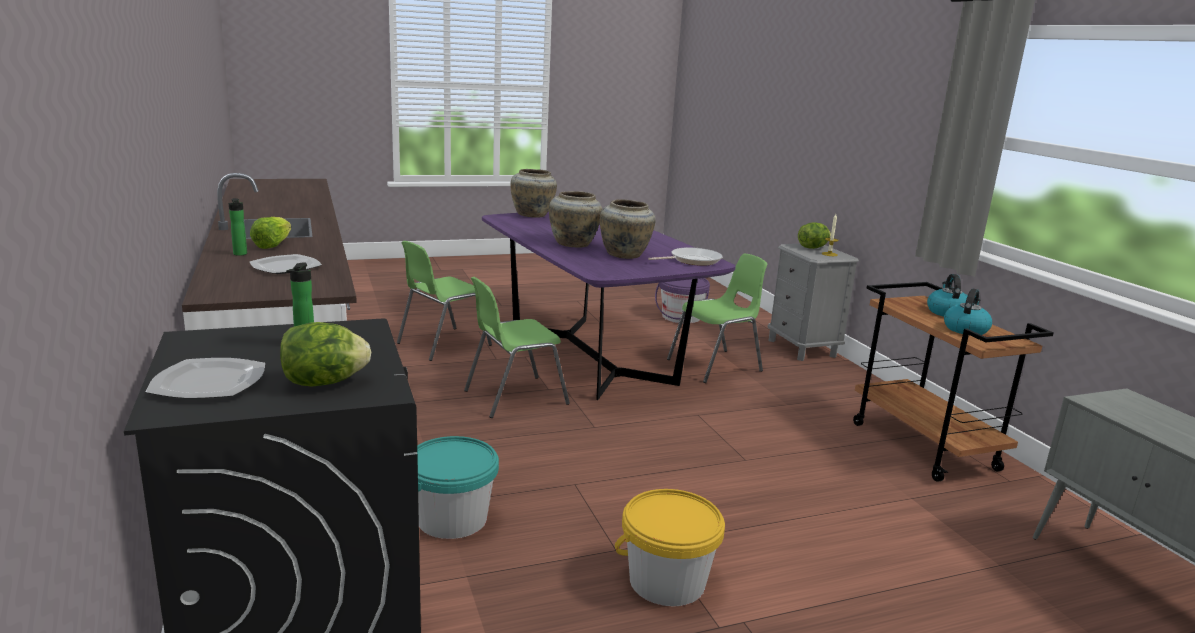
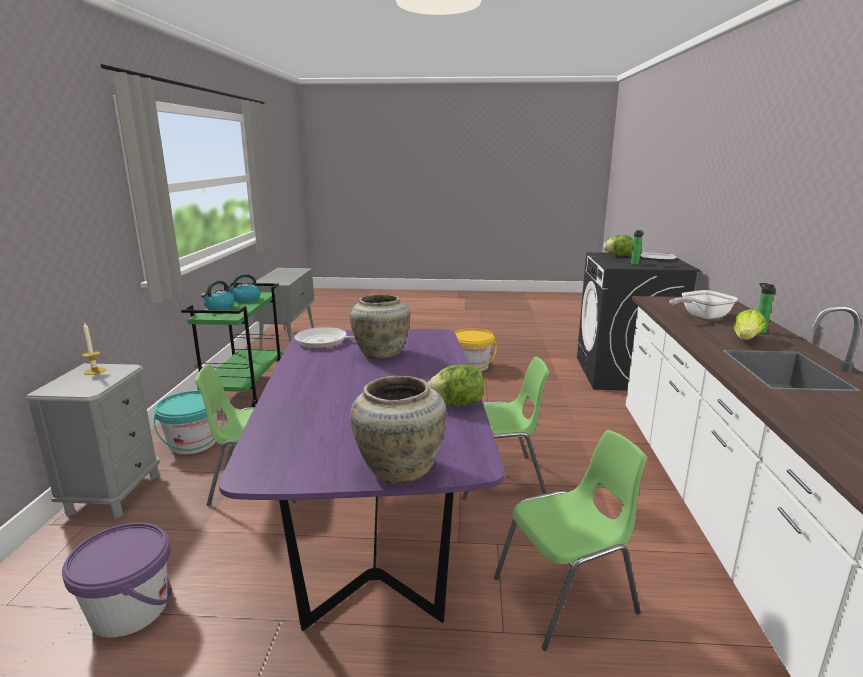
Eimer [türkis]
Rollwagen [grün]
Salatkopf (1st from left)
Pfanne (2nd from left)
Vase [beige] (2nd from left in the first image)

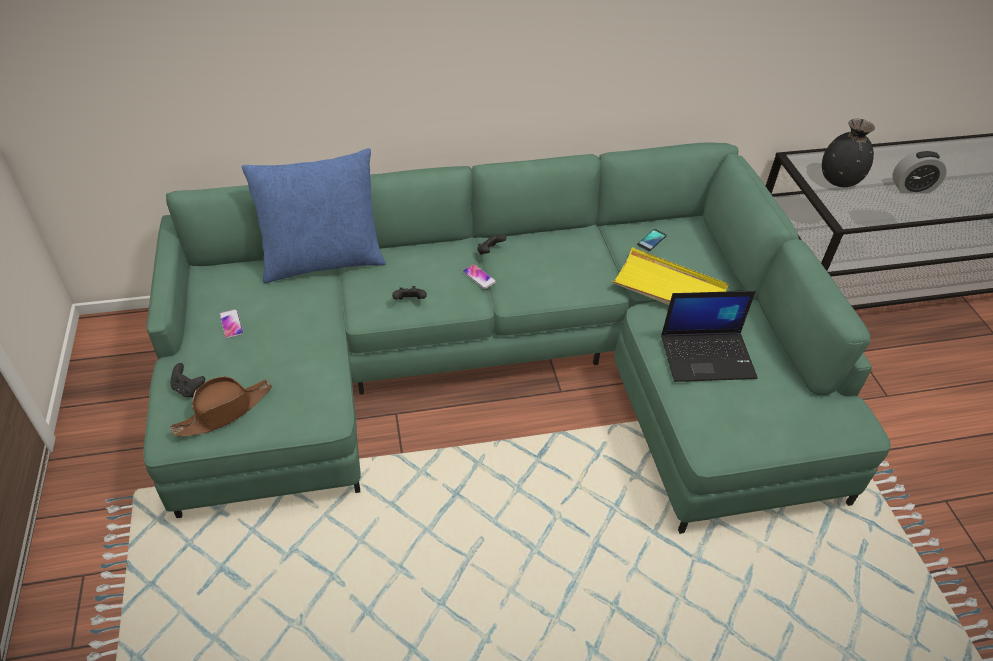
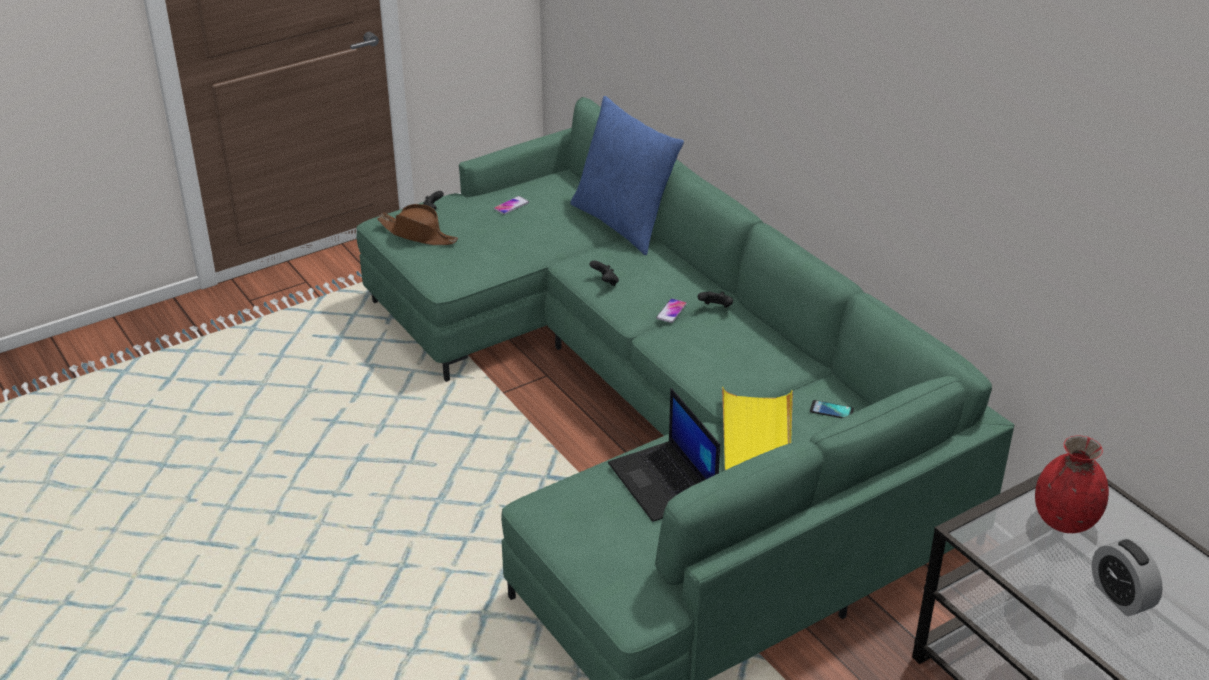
Vase [rot]

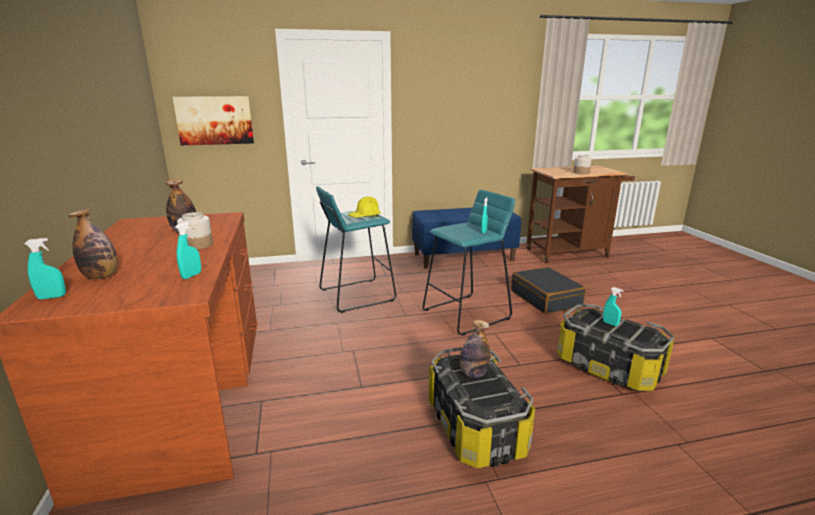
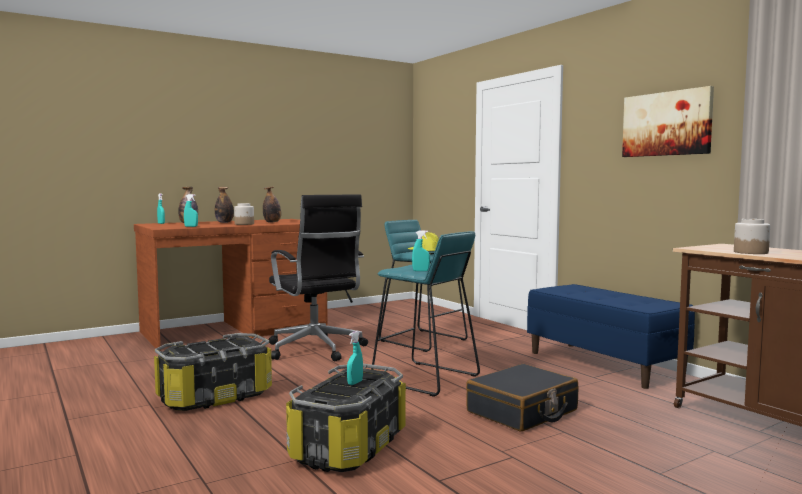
Flasche (2nd from left)
Bürostuhl [schwarz]
Bild

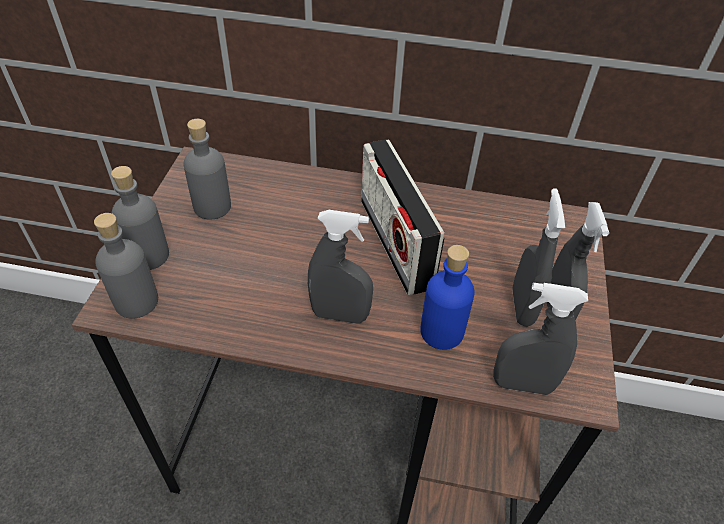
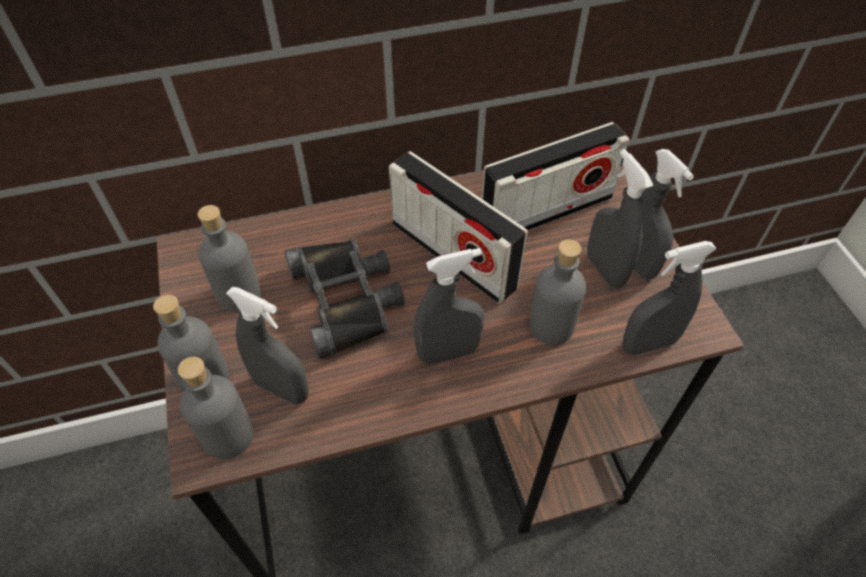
Sprühflasche [grau] (1st from left)
Fernglas [schwarz]
Radio (2nd from left)
Flasche [grau] (4th from left)

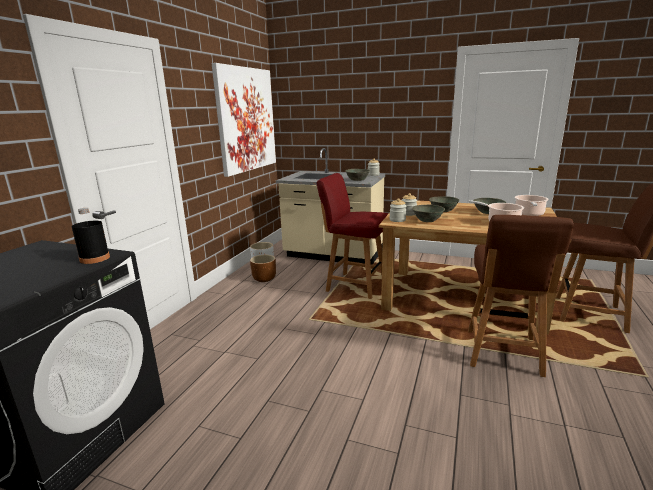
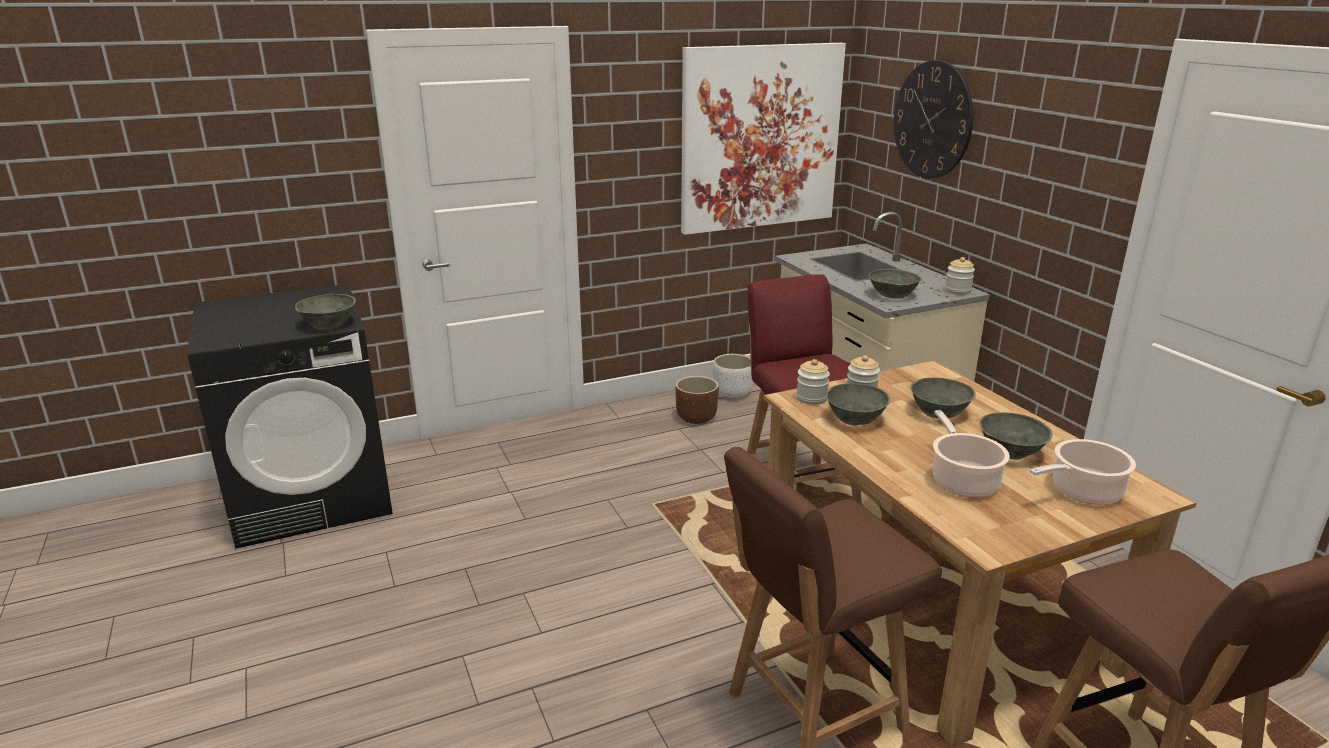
Schüssel [grau] (1st from left)
Wanduhr

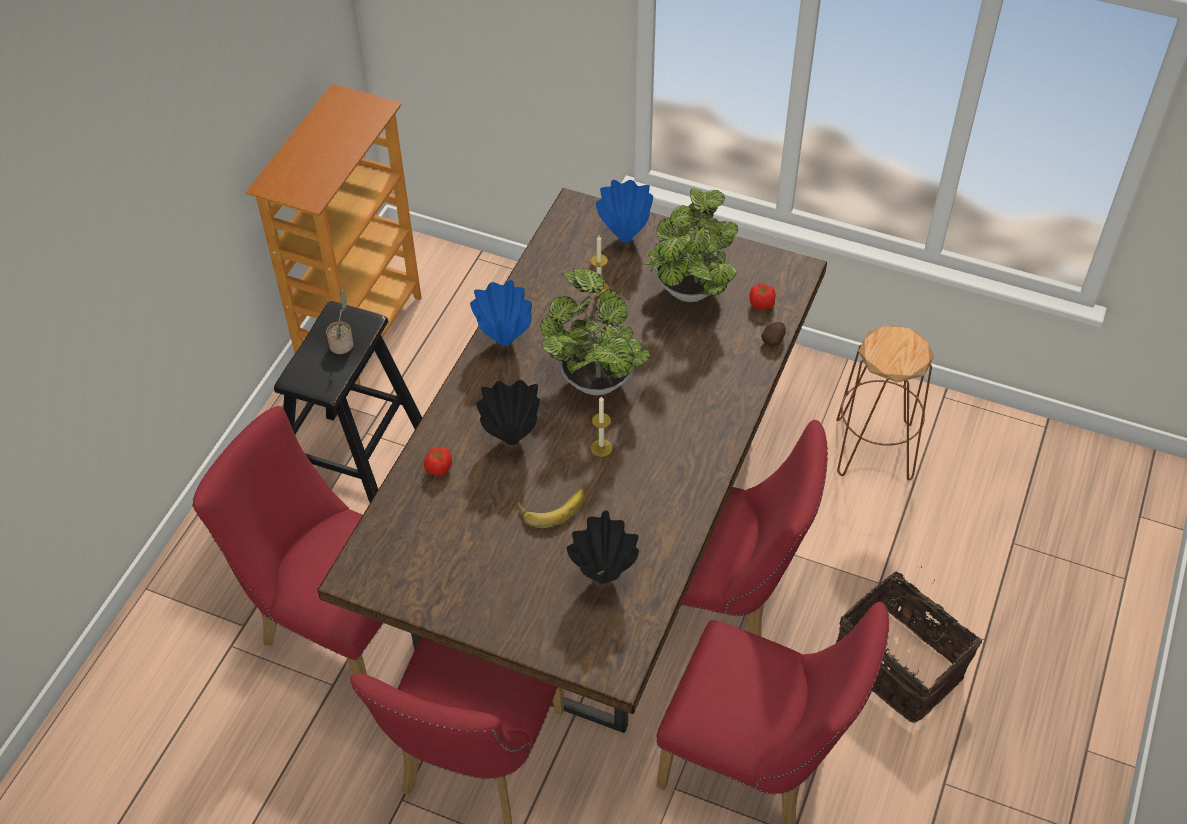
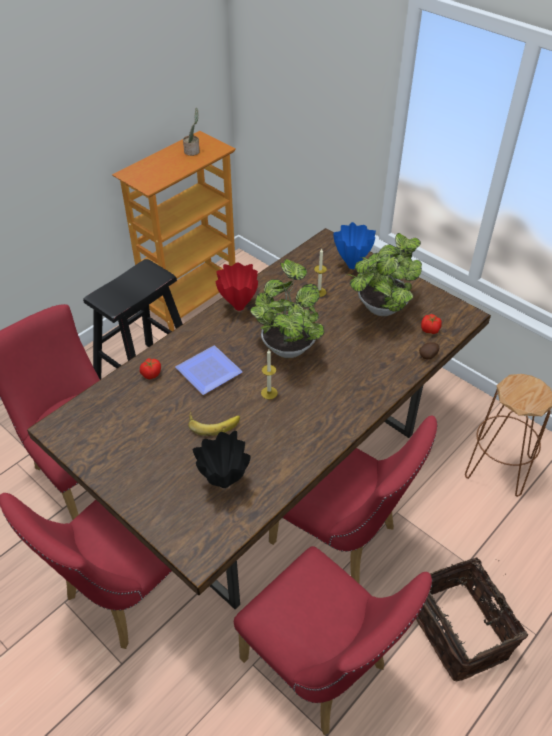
Teller
Topfpflanze (1st from left)
Vase [rot]

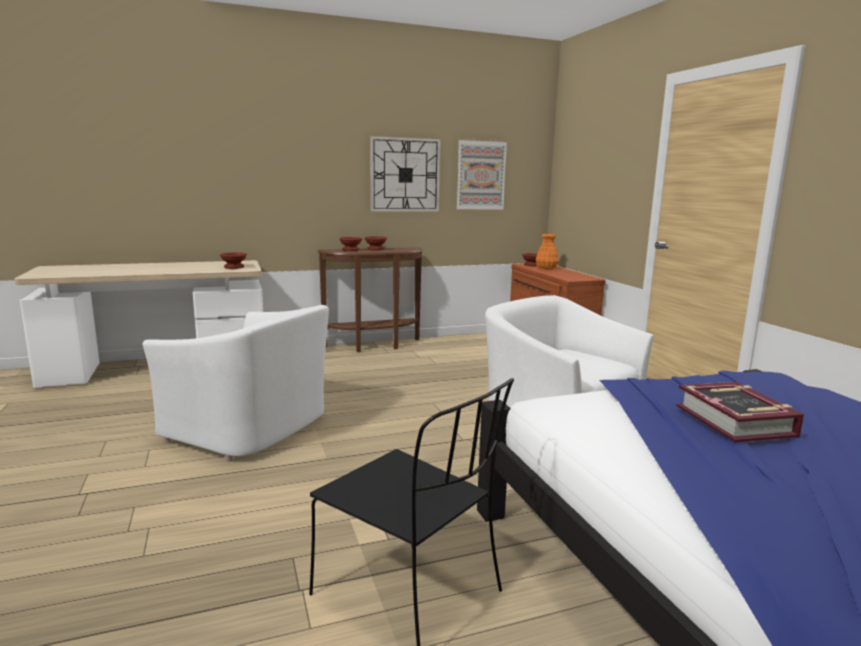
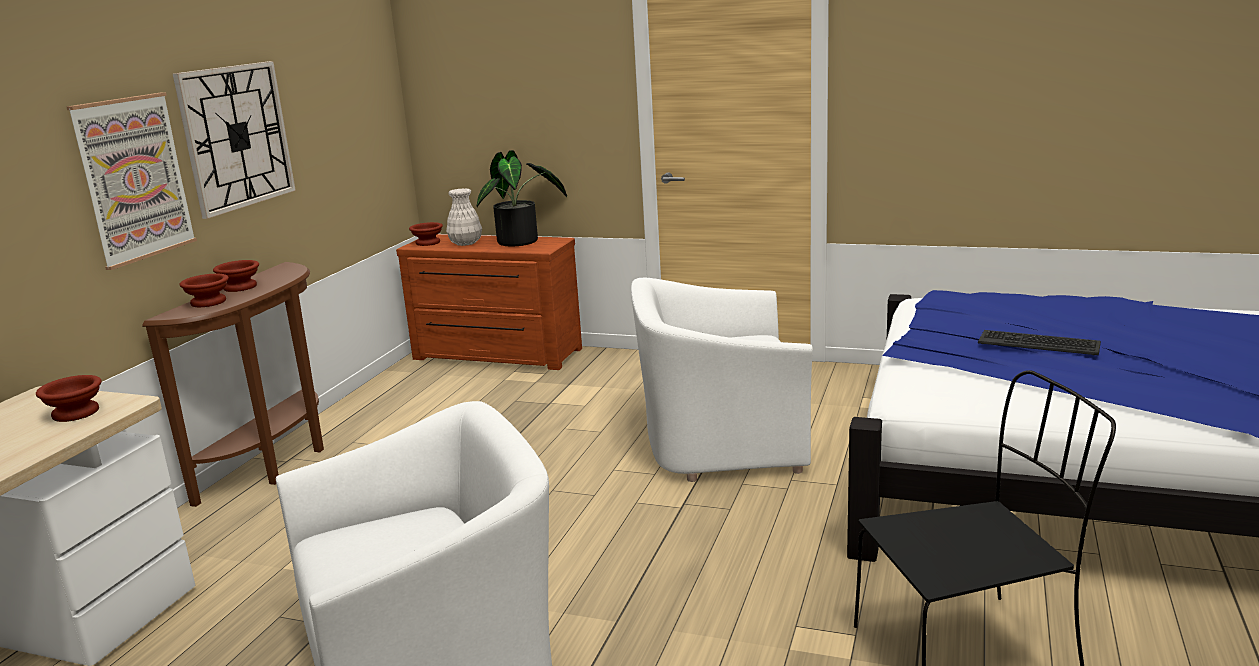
Bild
Vase [weiß]
Topfpflanze
Tastatur

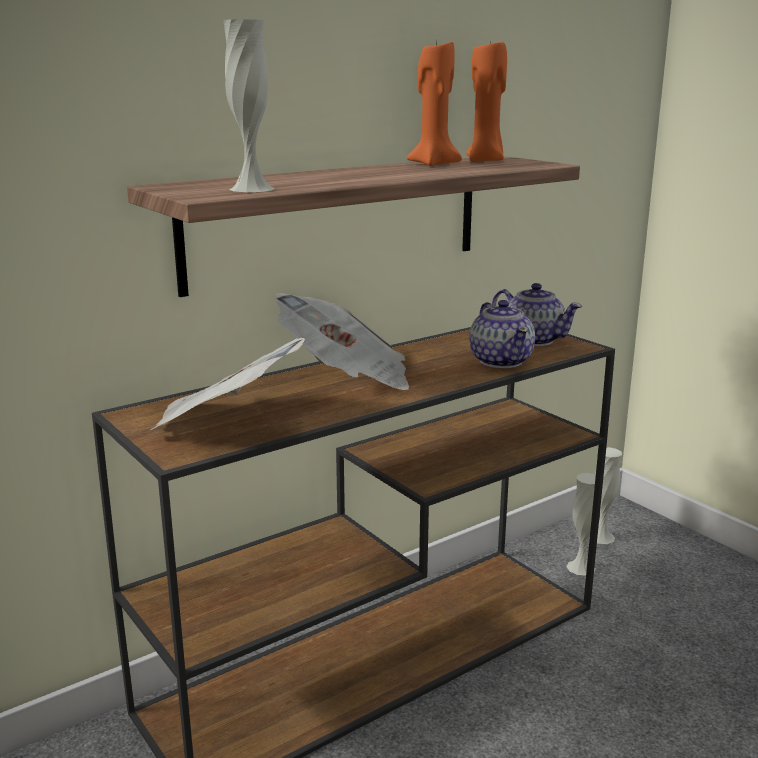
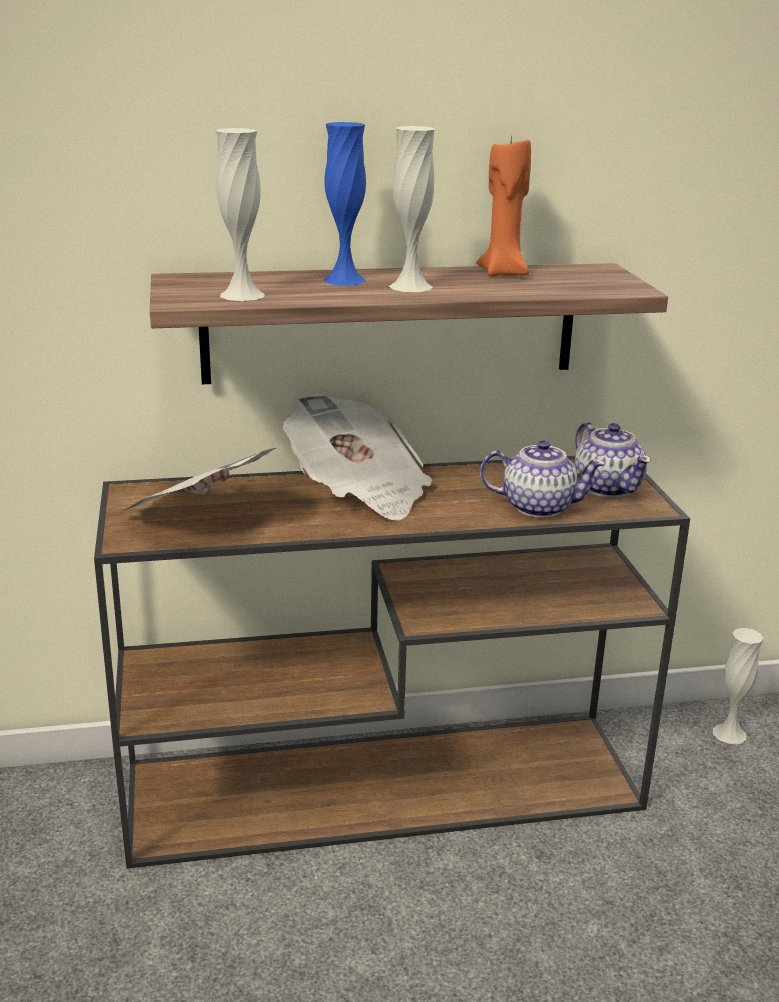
Vase [blau]
Vase [weiß] (2nd from left)
Teekanne (1st from left)
Kerze [orange] (2nd from left in the first image)

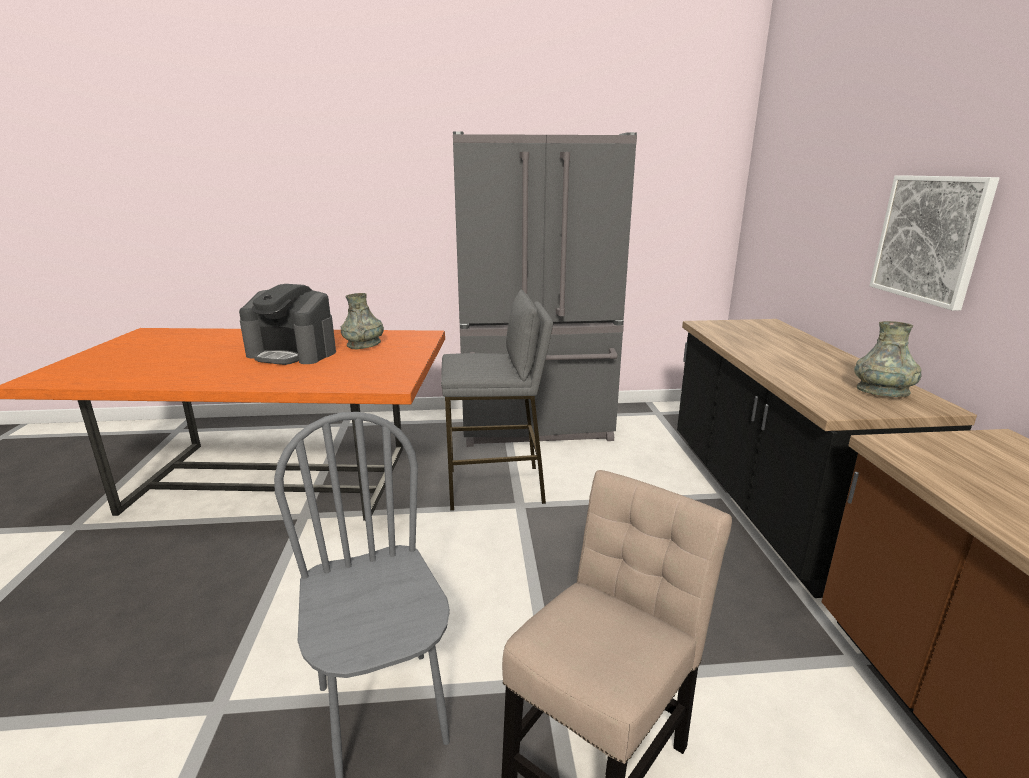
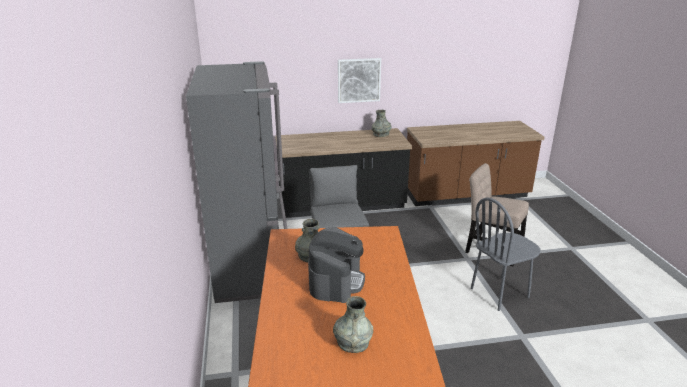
Vase [grau] (2nd from left)

